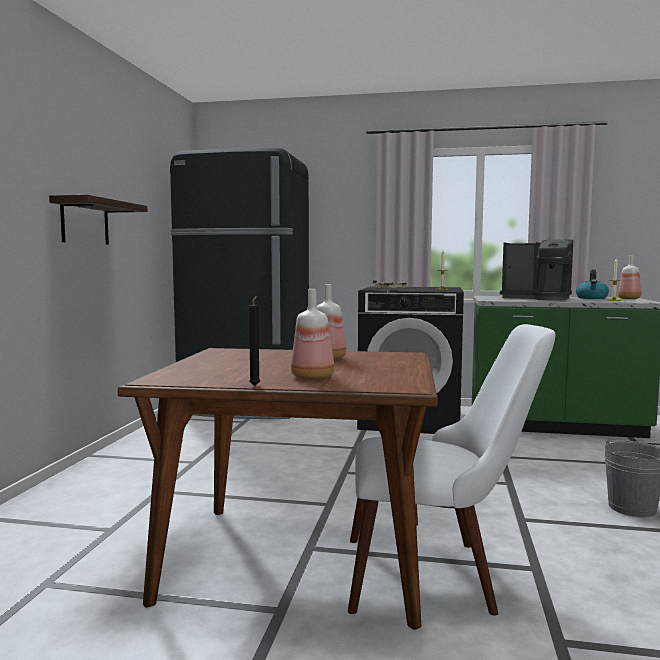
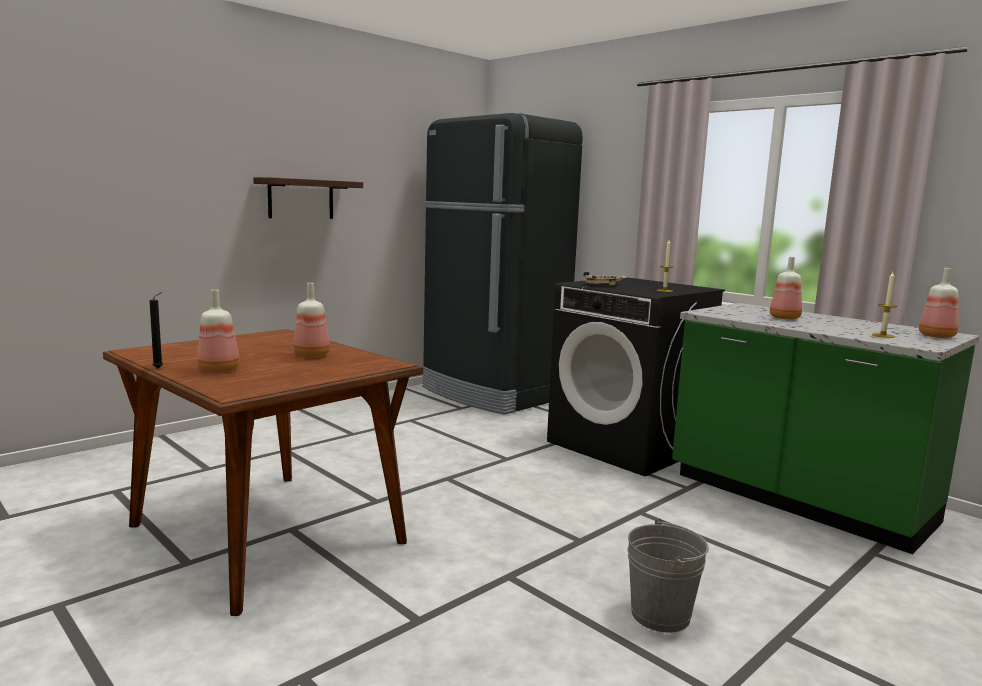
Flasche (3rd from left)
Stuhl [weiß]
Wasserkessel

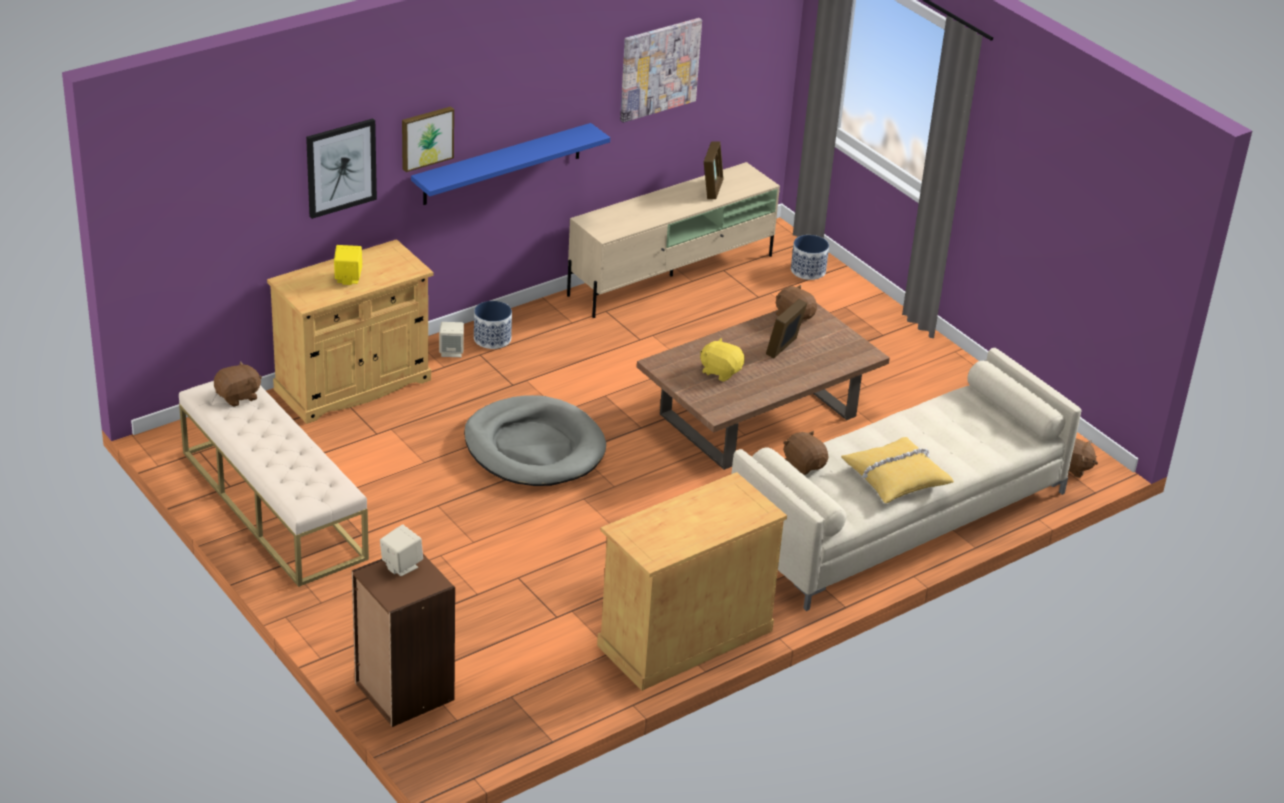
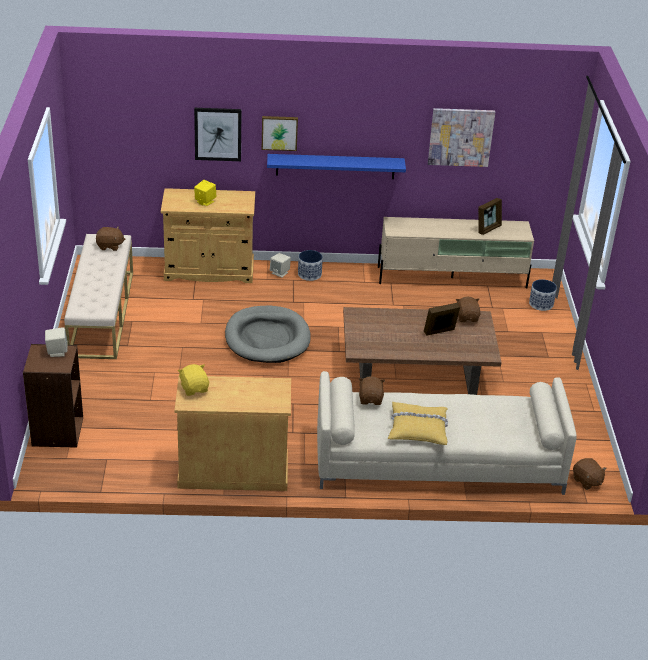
Plüschtier [gelb]

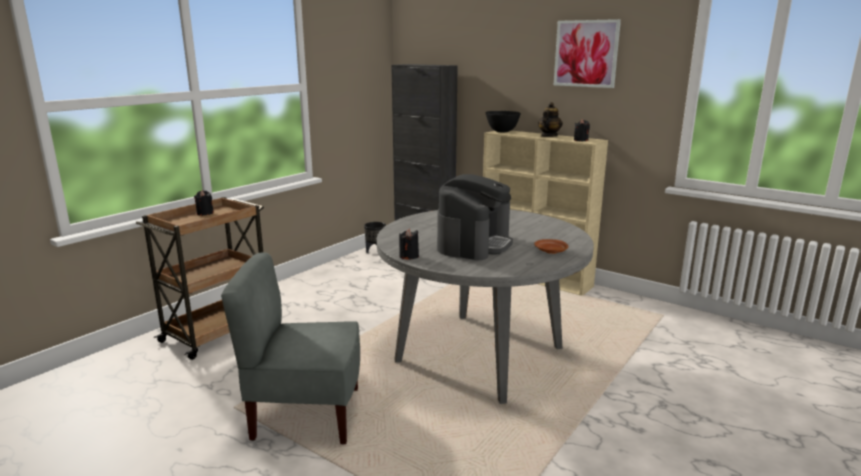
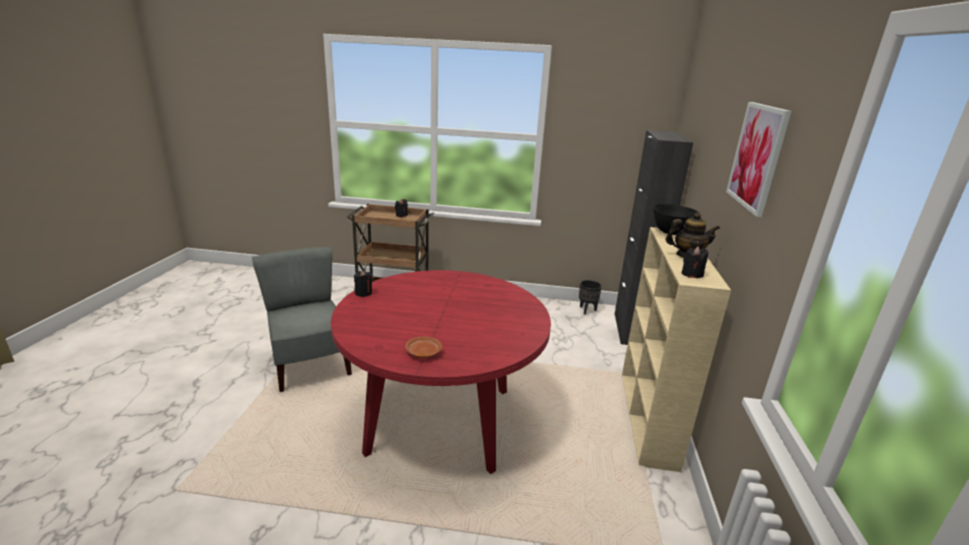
Esstisch [rot]
Kaffeemaschine

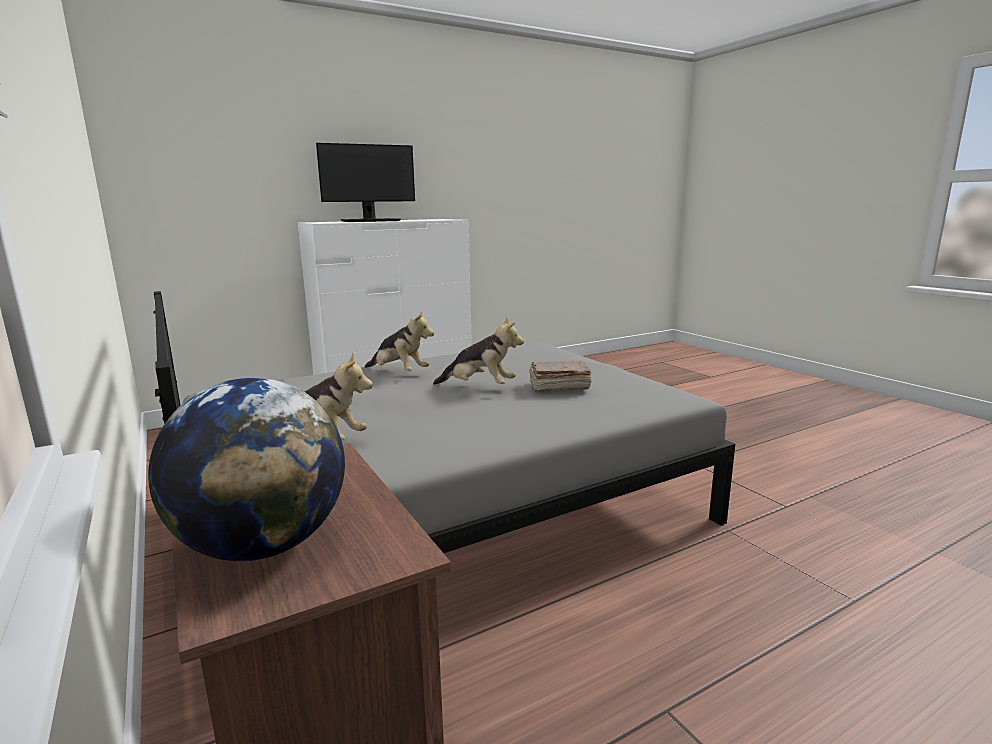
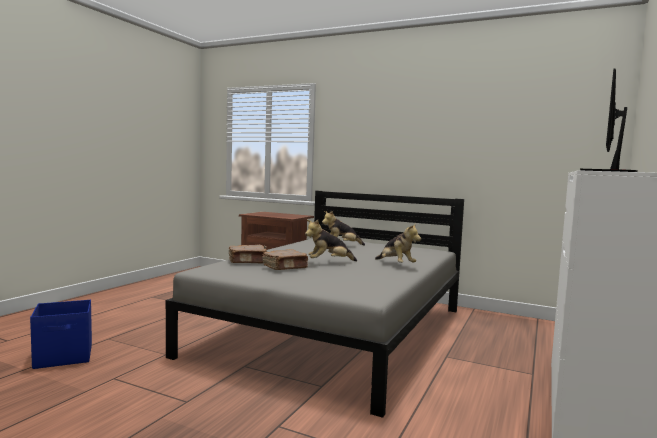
Aufbewahrungsbox [blau]
Buch [braun] (1st from left)
Plüschtier (3rd from left)
Globus

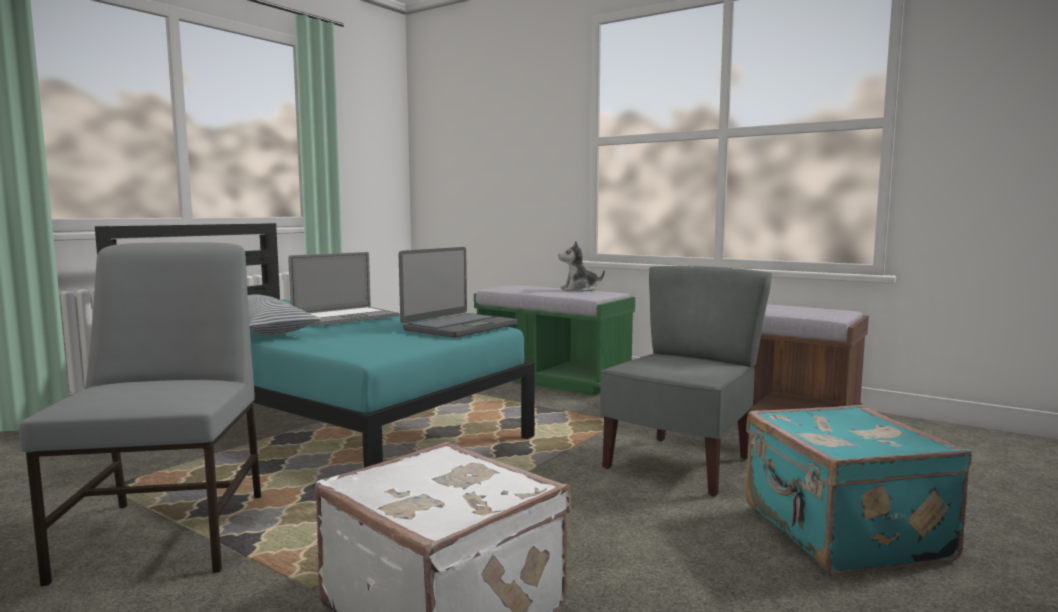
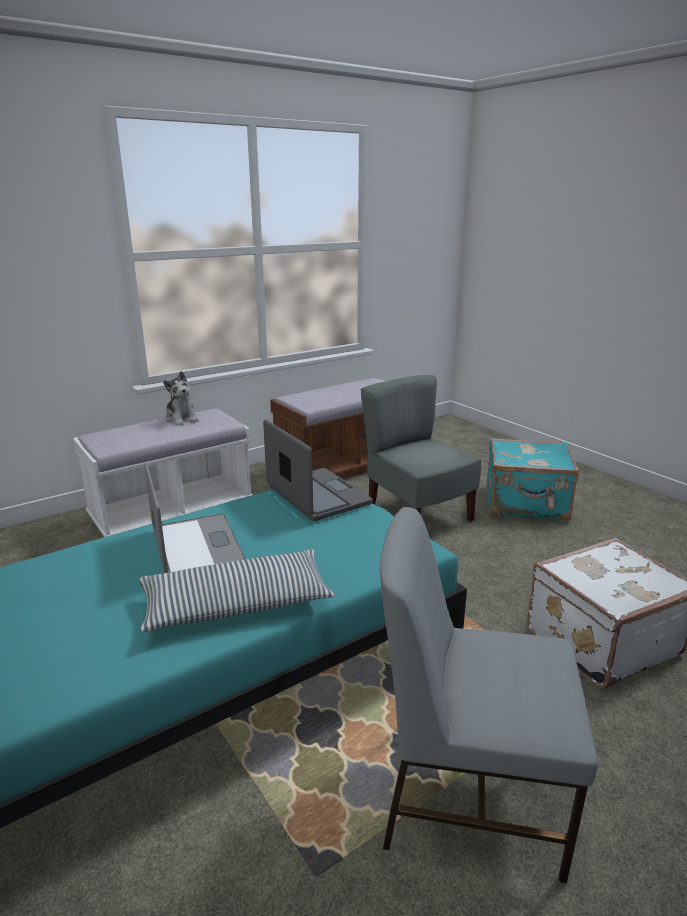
Bank [weiß]
Plüschtier

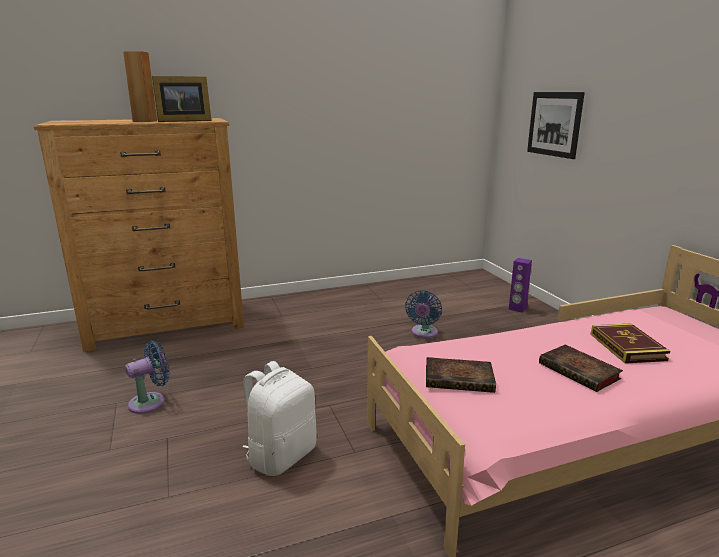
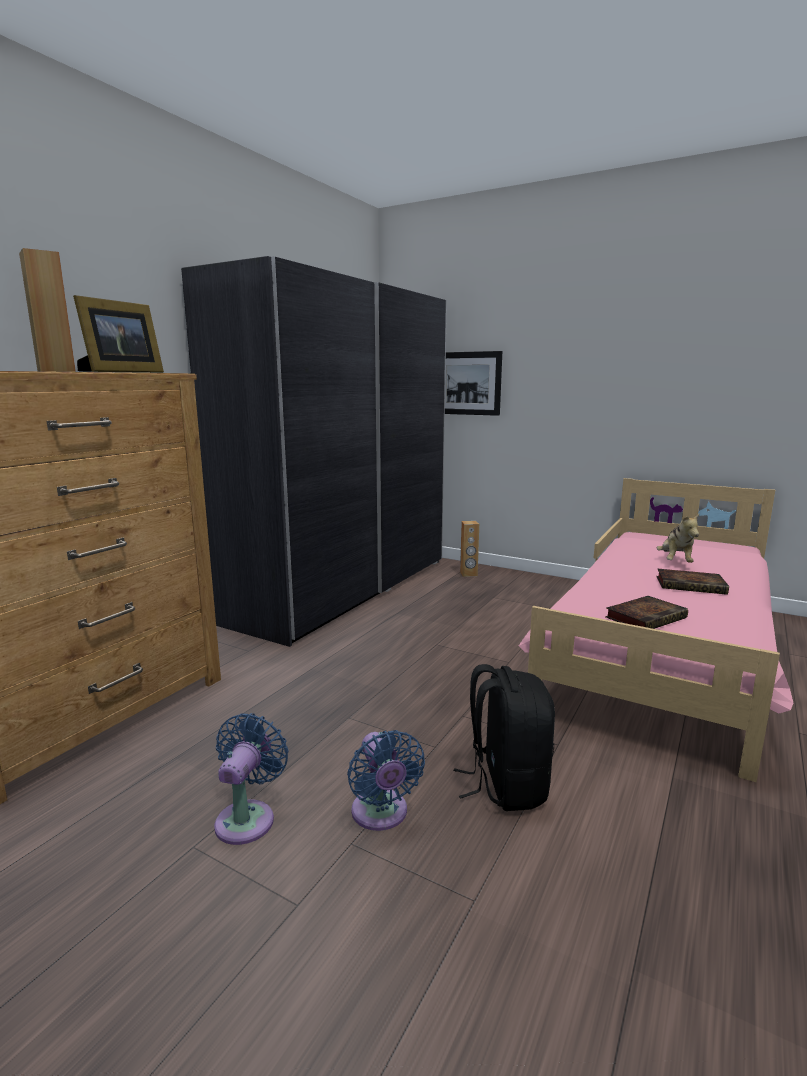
Kleiderschrank [grau]
Ventilator [blau] (2nd from left)
Rucksack [schwarz]
Lautsprecher [braun] (2nd from left)
Plüschtier

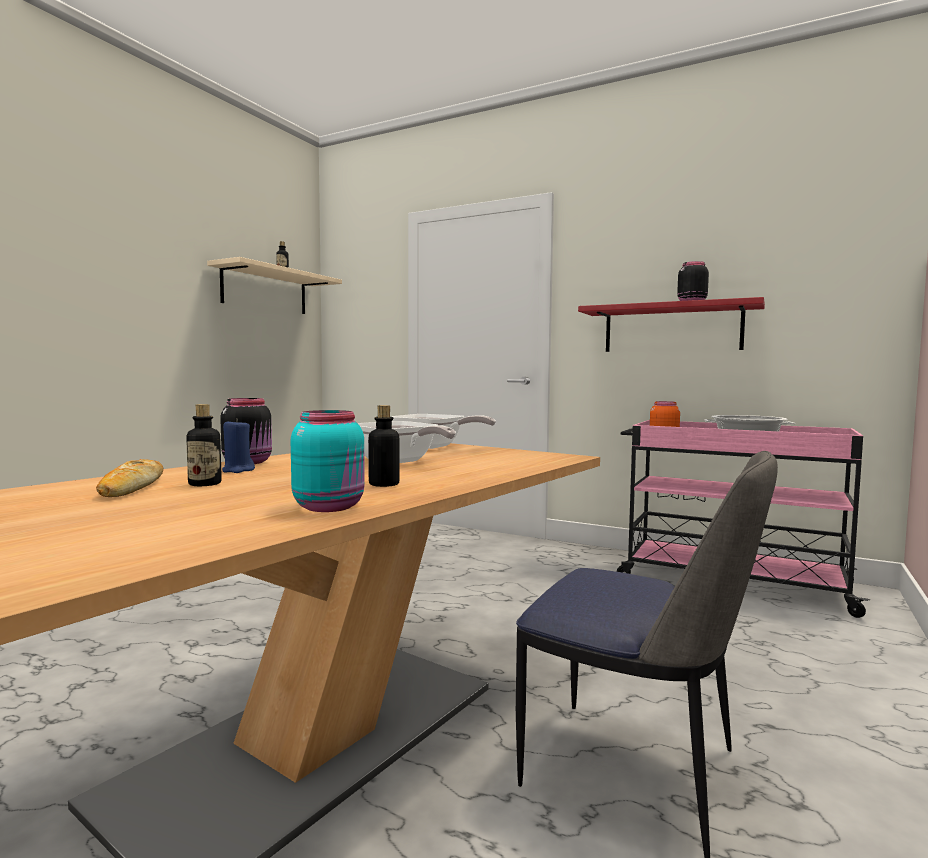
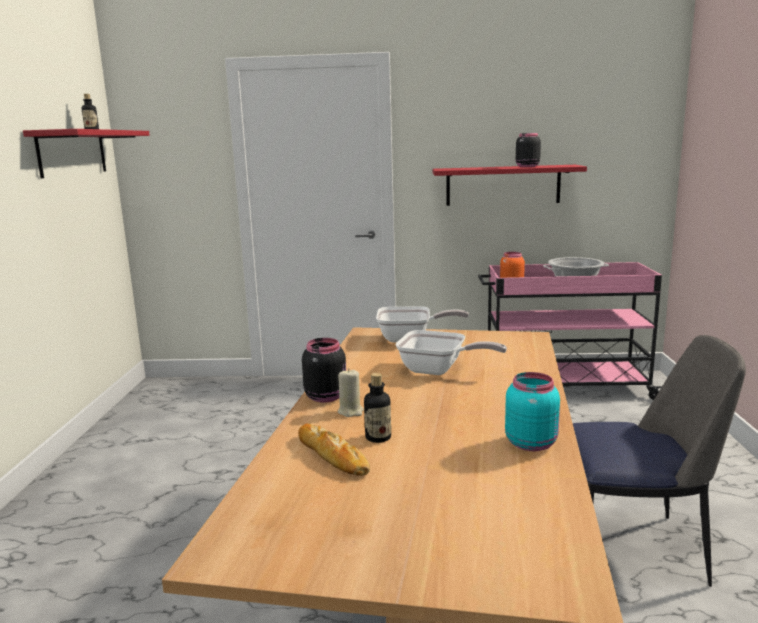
Wandregal [rot] (1st from left)
Kerze [beige]
Flasche (3rd from left in the first image)

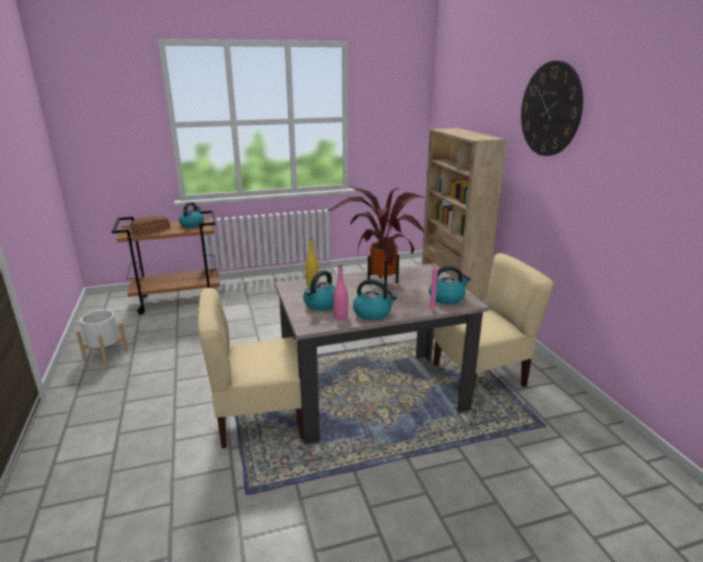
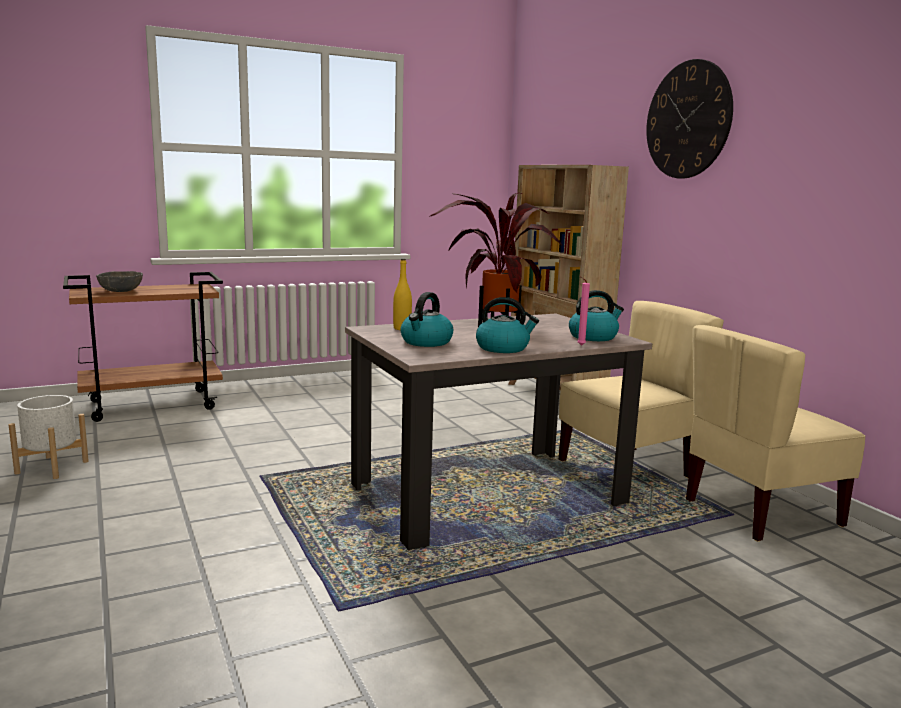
Schüssel [grau]
Stuhl [beige] (2nd from left)
Wasserkessel (1st from left in the first image)
Flasche [rosa]

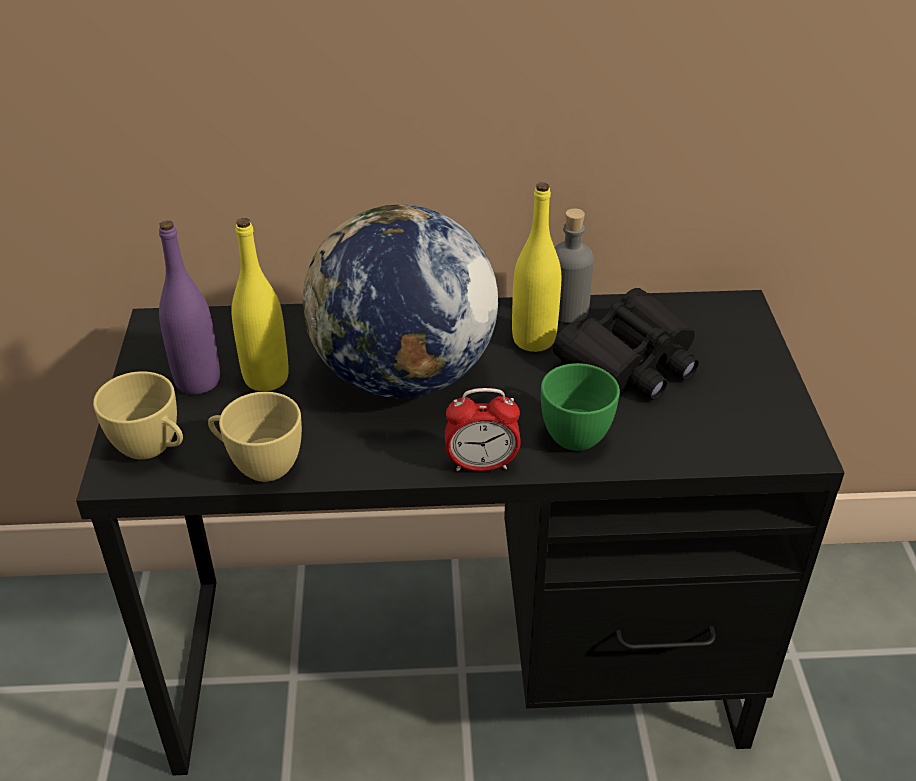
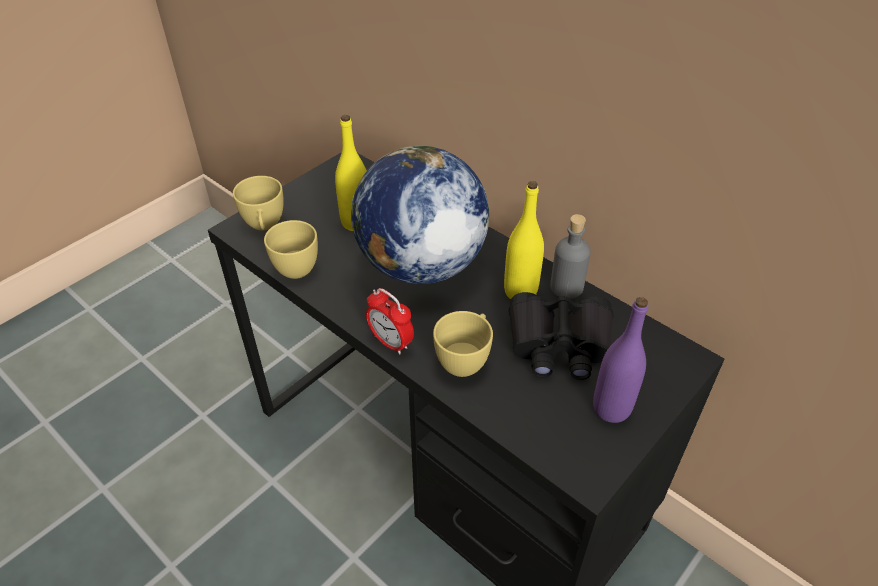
Tasse [gelb] (3rd from left)
Flasche [lila]

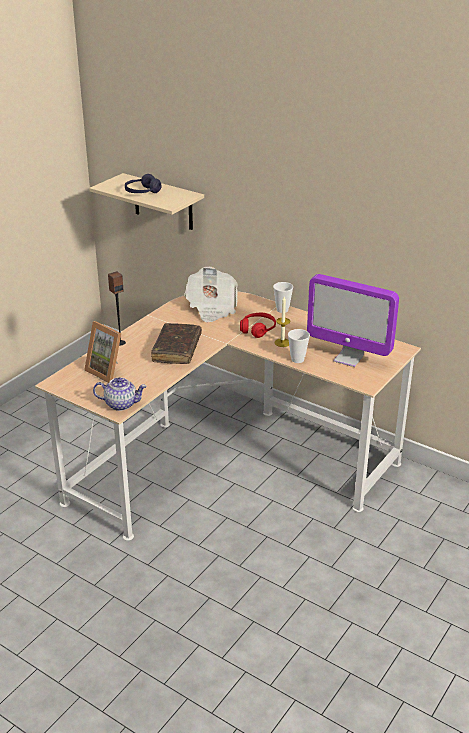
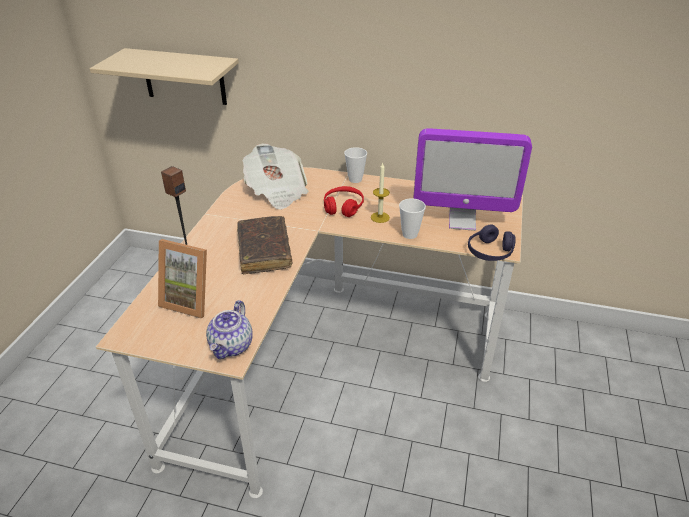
Teekanne
Kopfhörer [lila]

